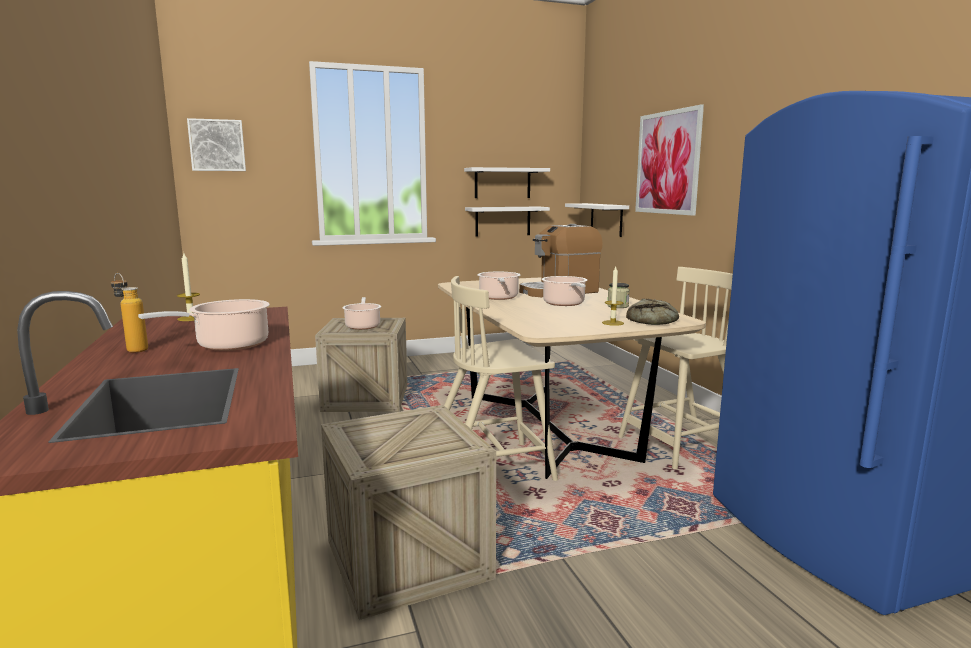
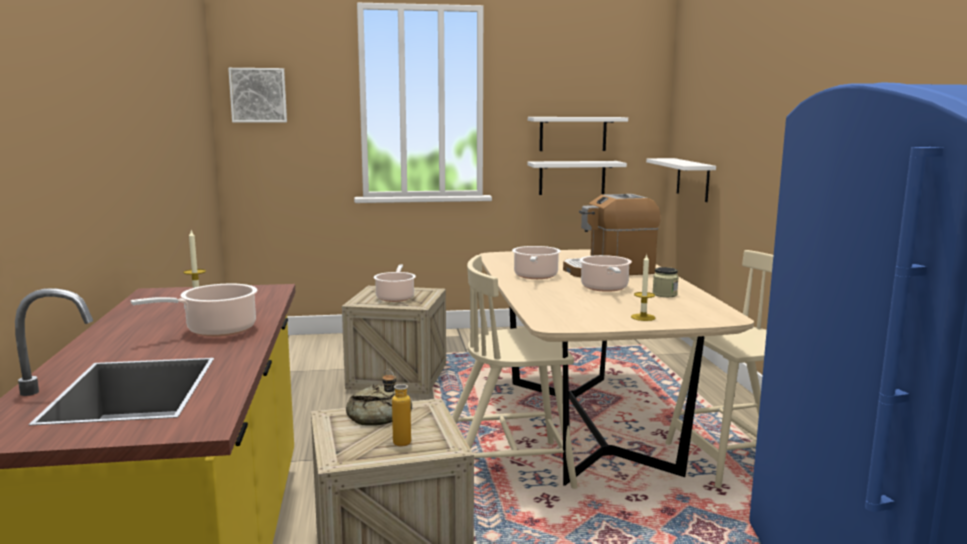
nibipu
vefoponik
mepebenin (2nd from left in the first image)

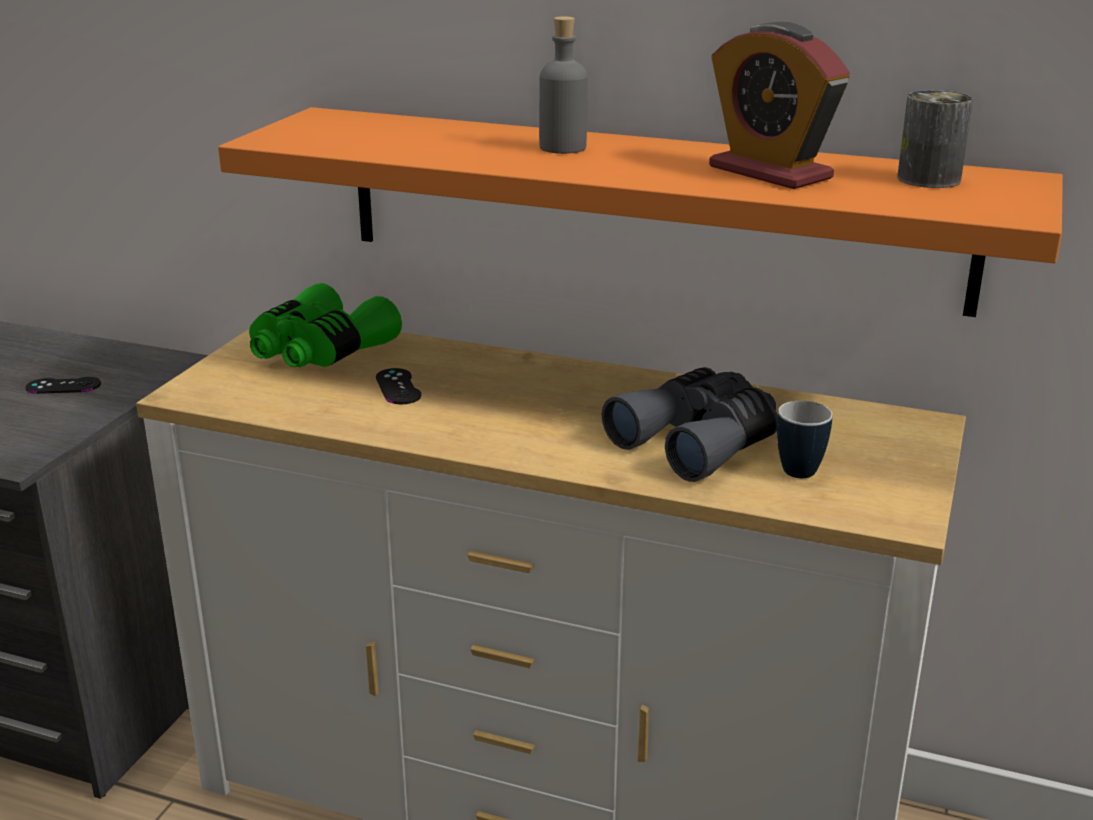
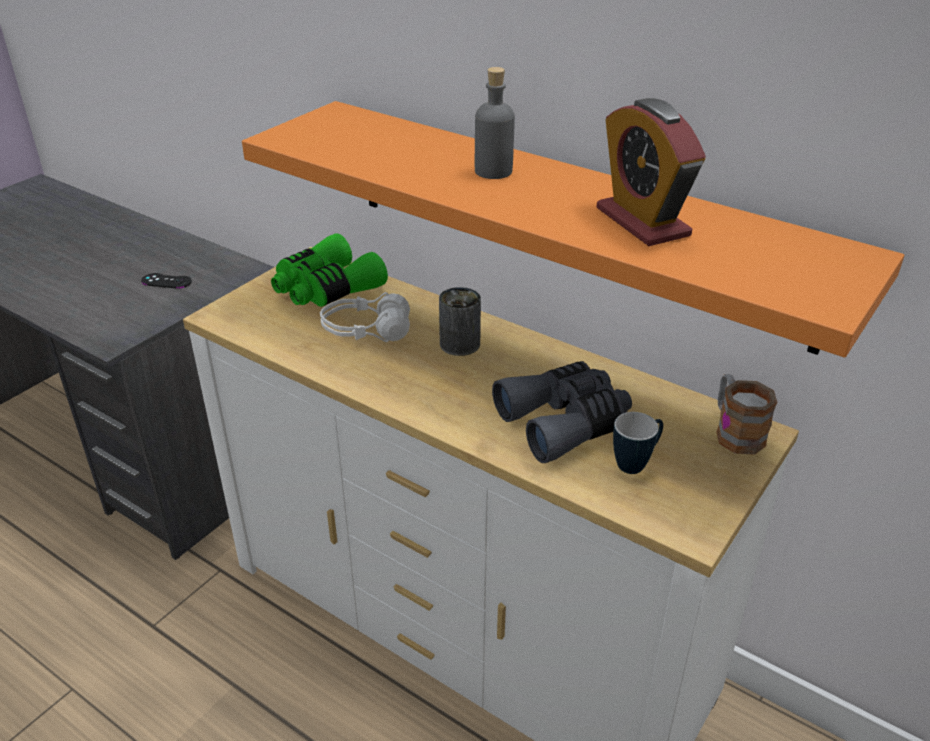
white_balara
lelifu
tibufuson (2nd from left)

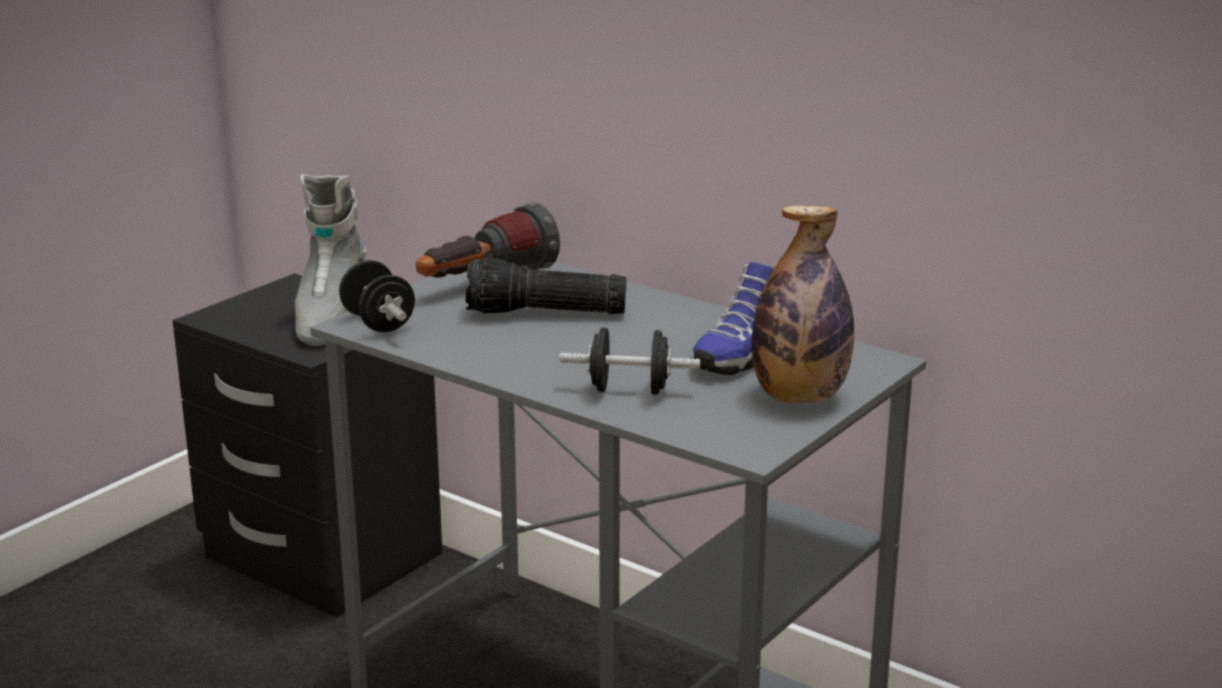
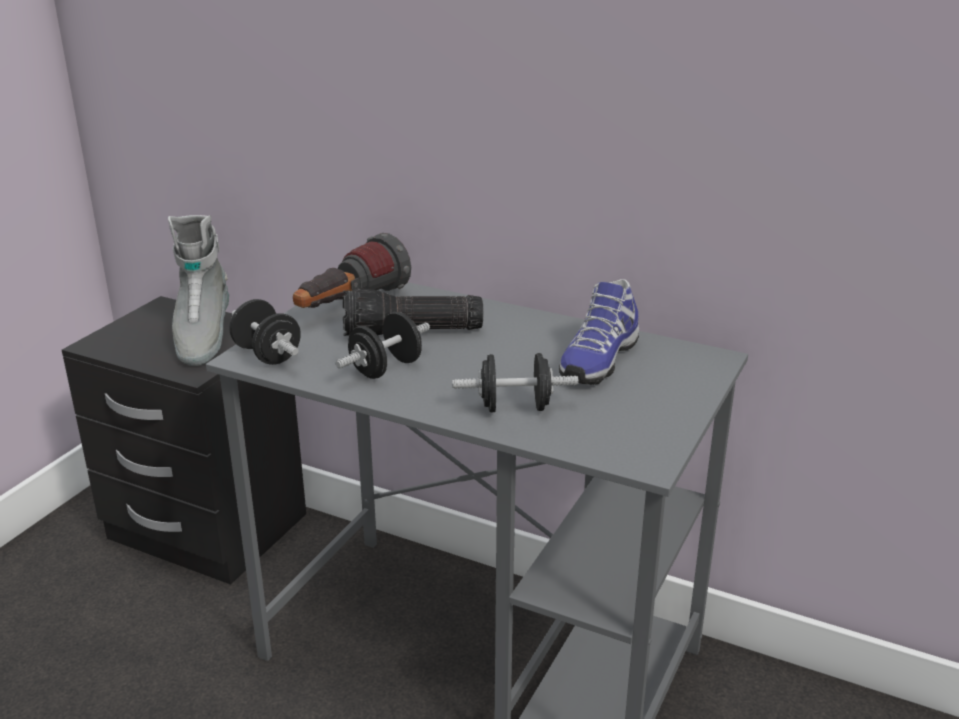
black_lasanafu (2nd from left)
vefoponik

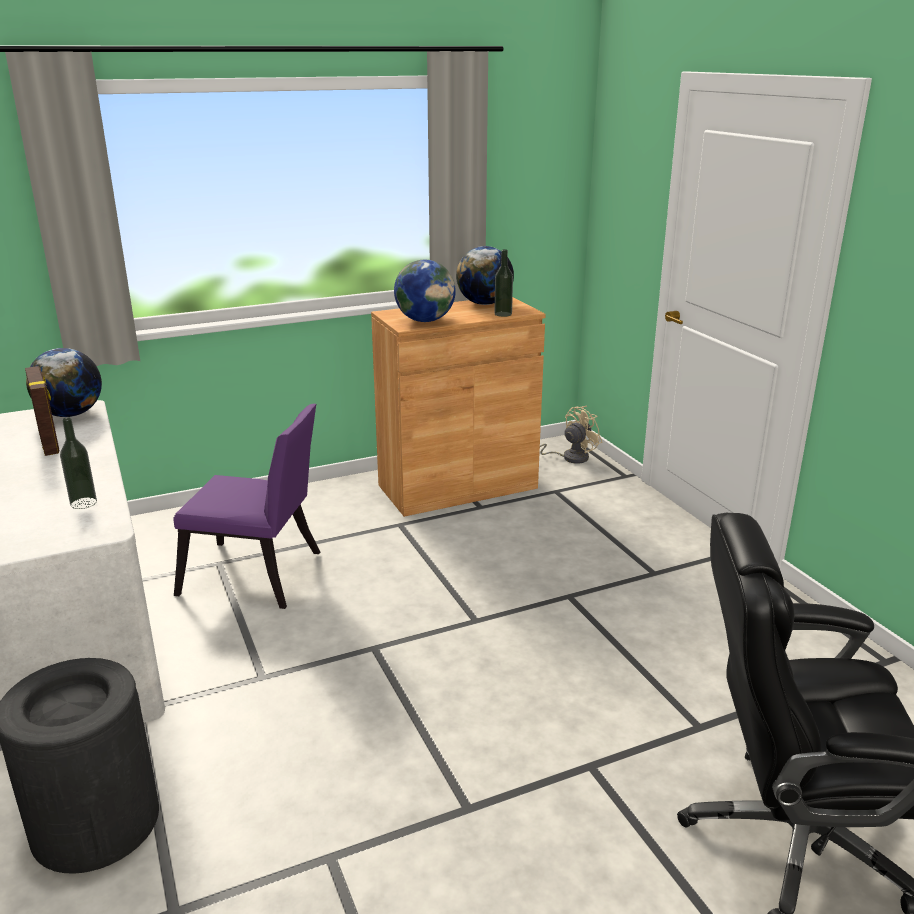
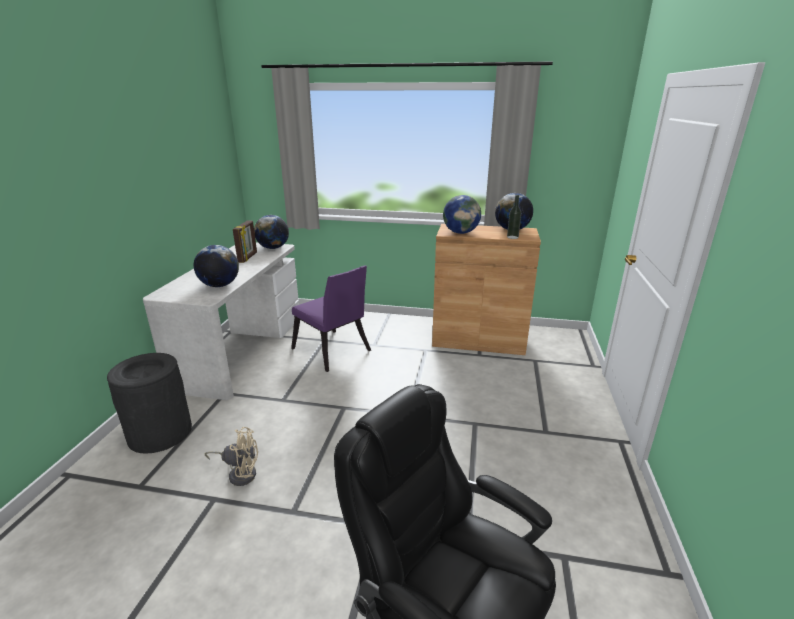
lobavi (1st from left)
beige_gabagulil

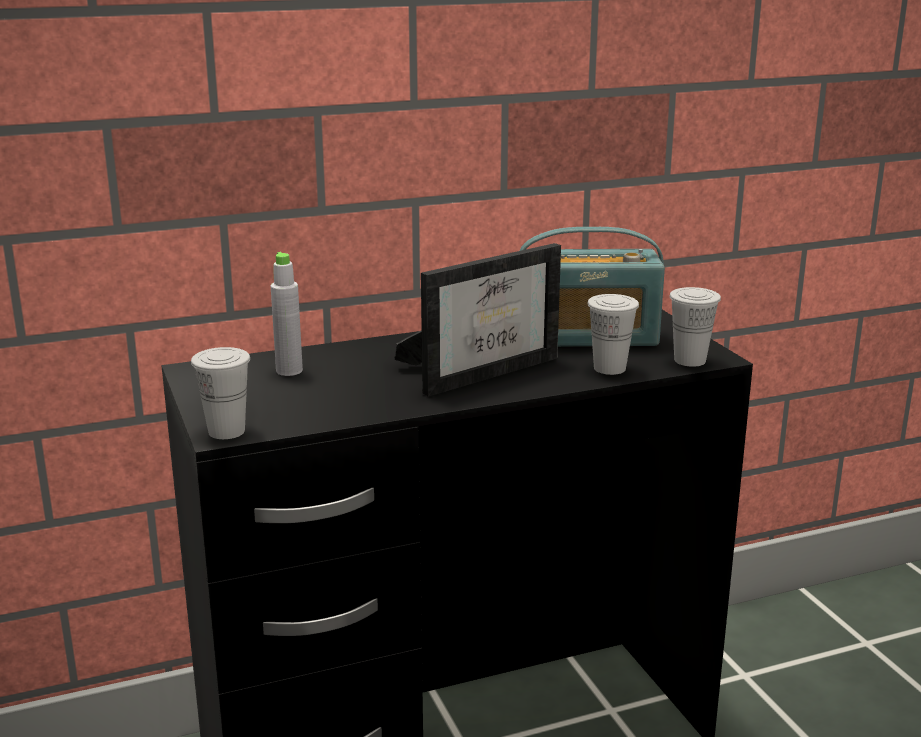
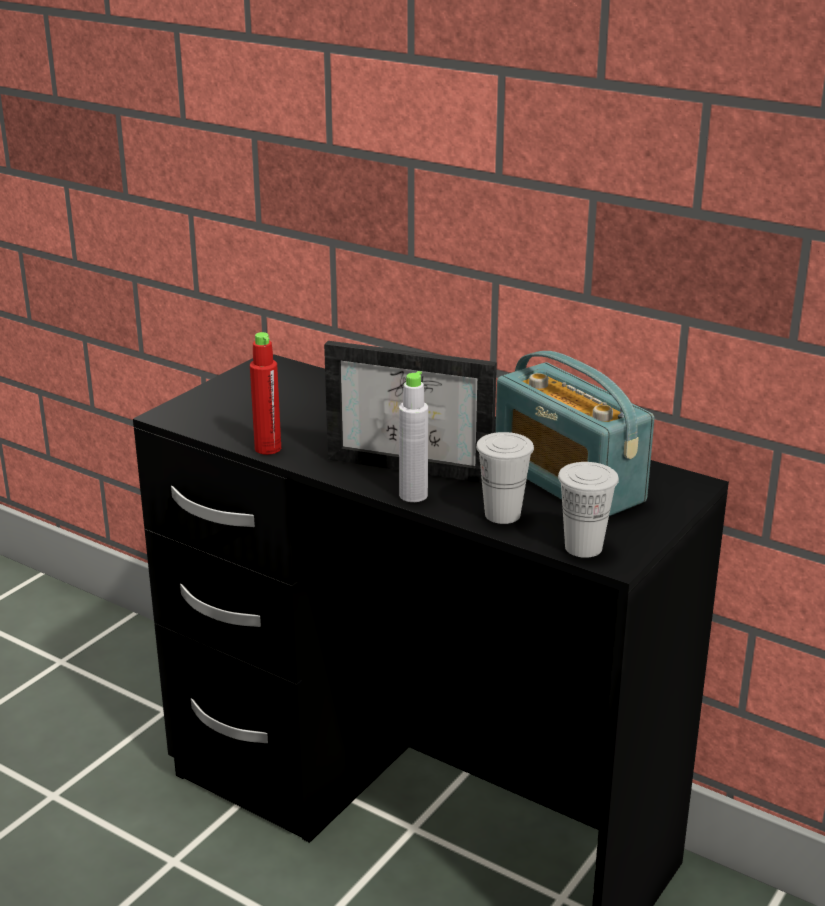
red_vefoponik
grey_vefoponik
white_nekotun (1st from left in the first image)

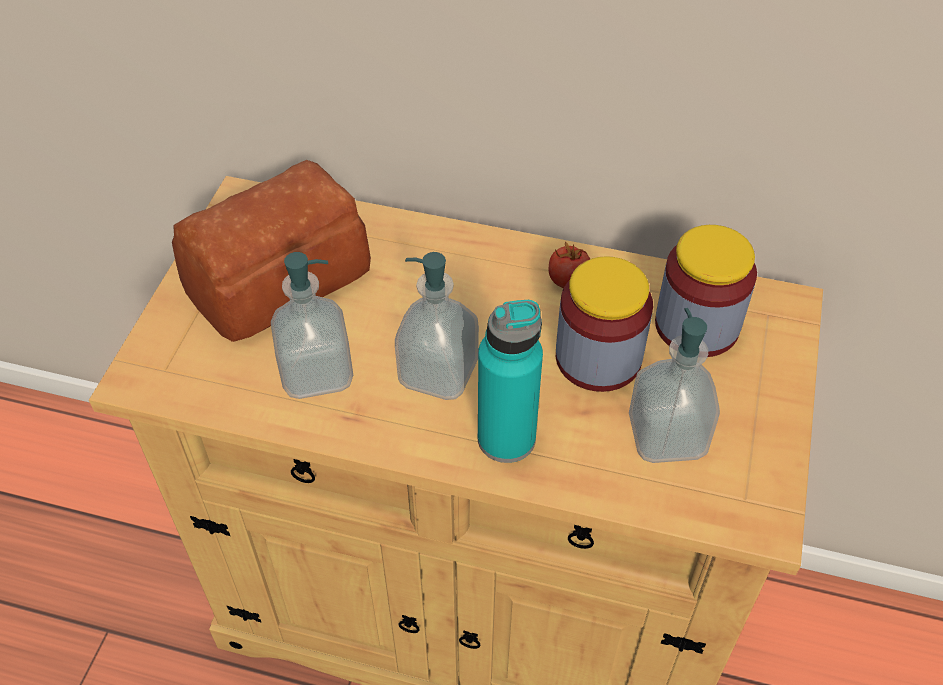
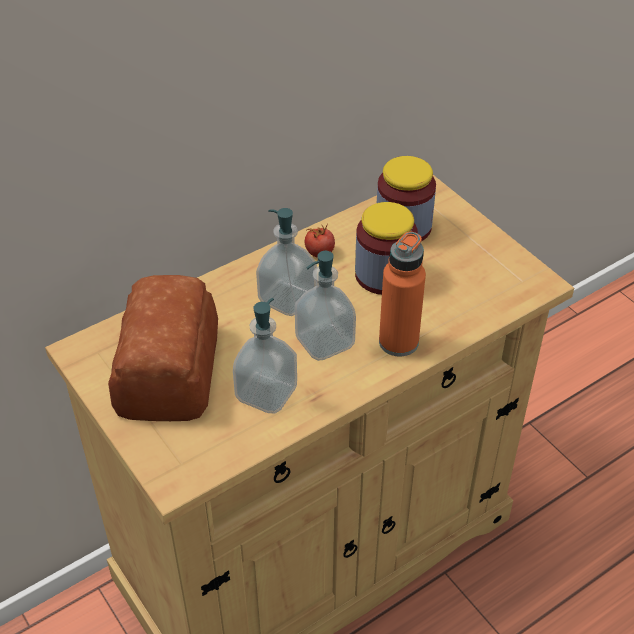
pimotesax (2nd from left)
orange_vefoponik

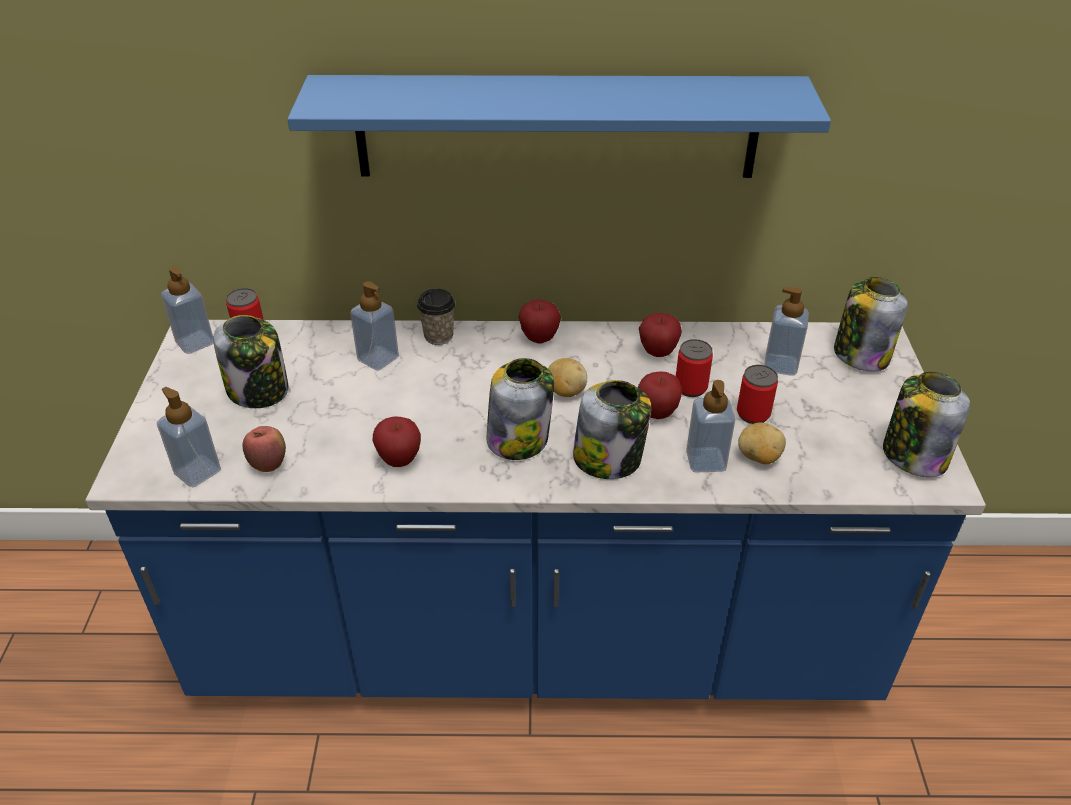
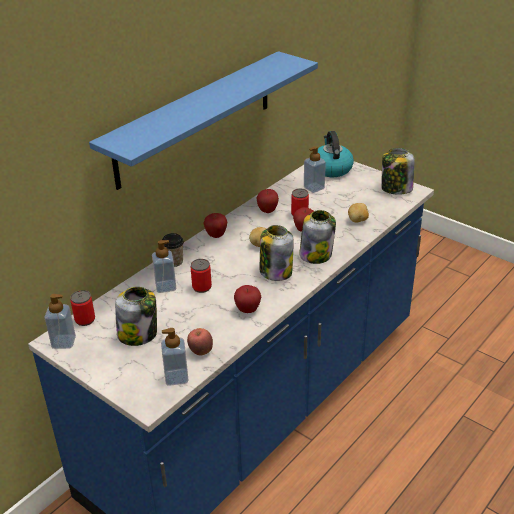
lelifu (2nd from left)
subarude
pimotesax (4th from left in the first image)

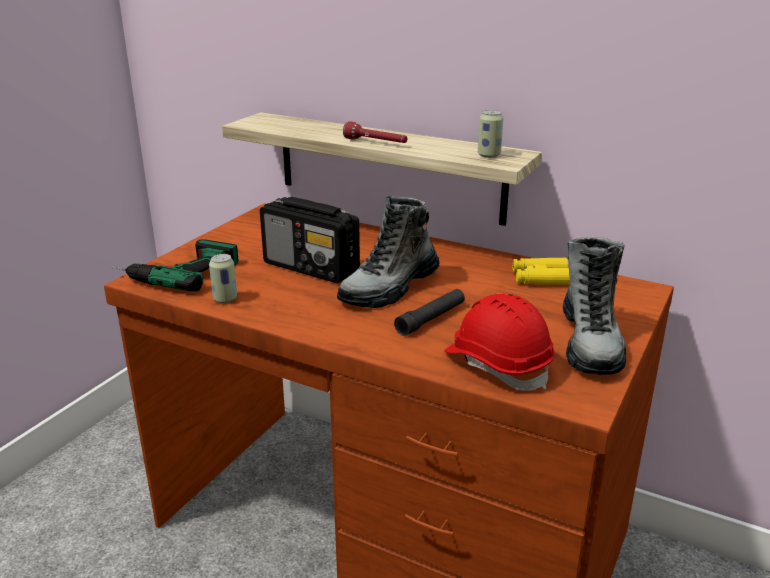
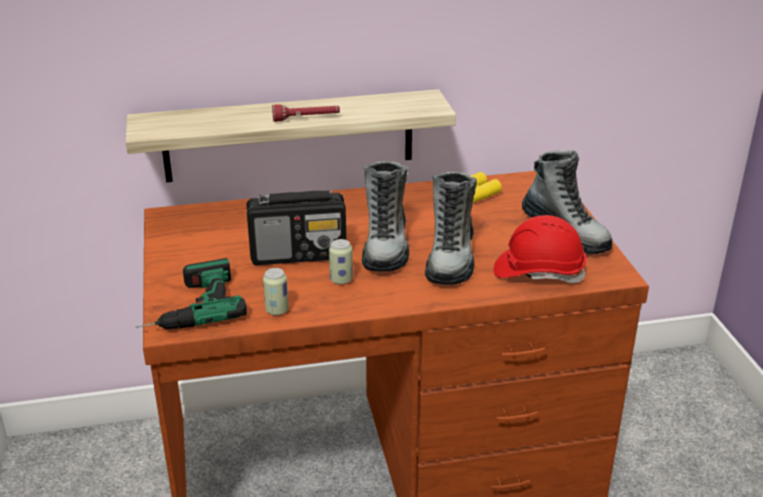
lelifu (2nd from left)
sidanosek (2nd from left)

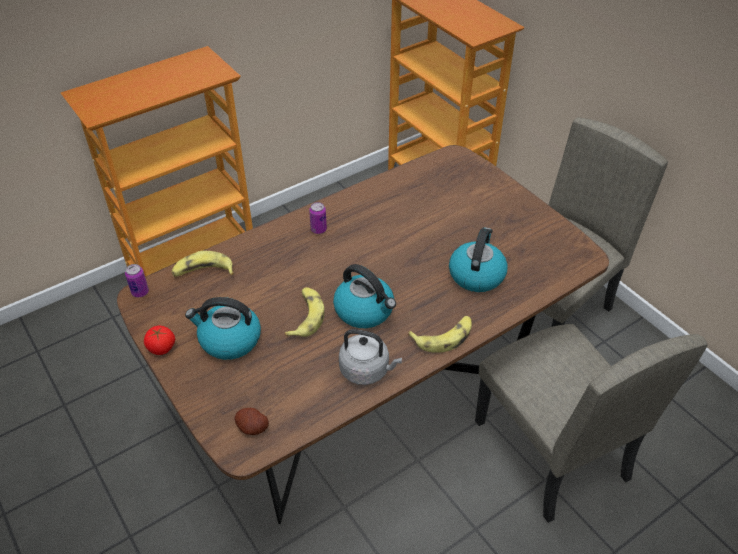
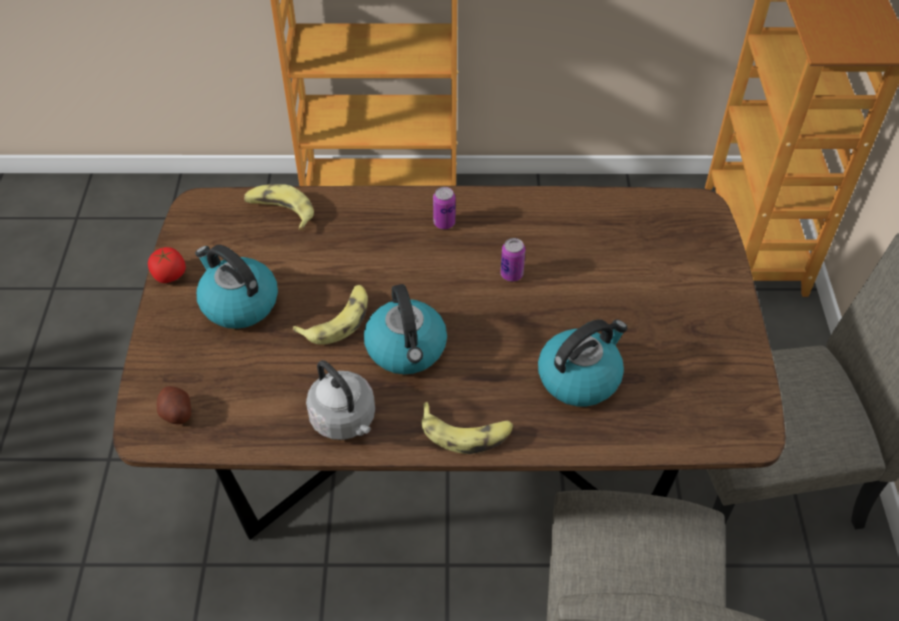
lelifu (2nd from left)

